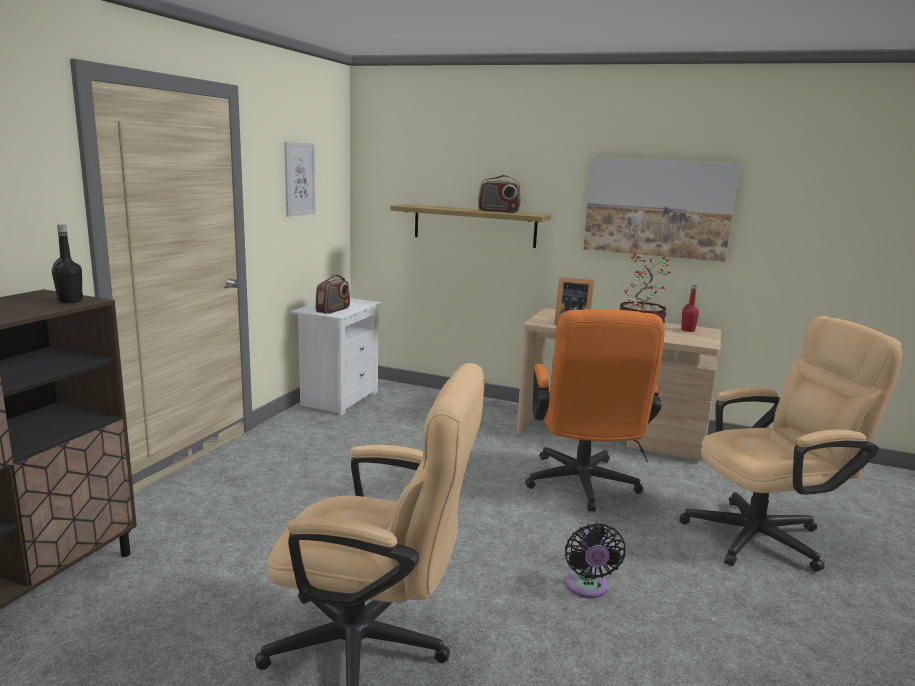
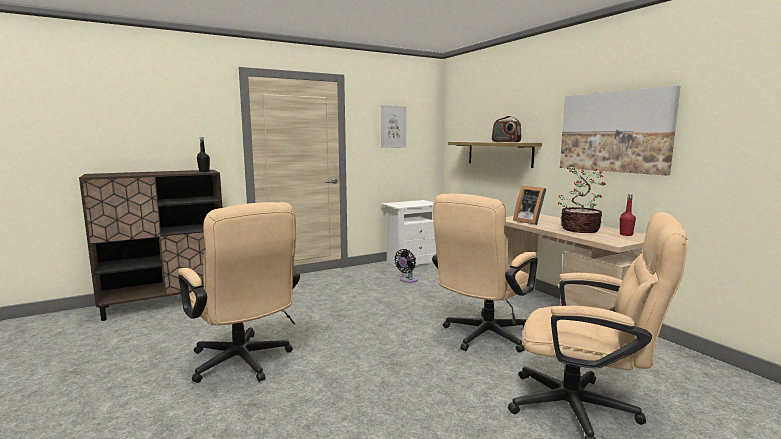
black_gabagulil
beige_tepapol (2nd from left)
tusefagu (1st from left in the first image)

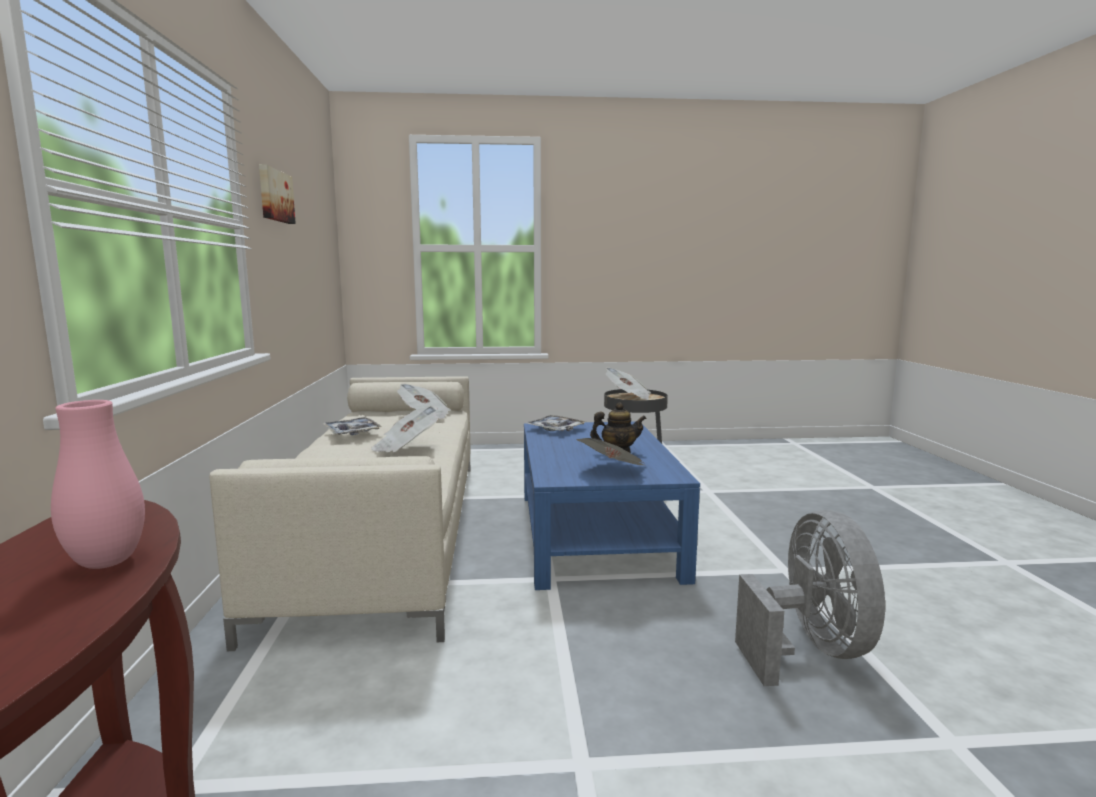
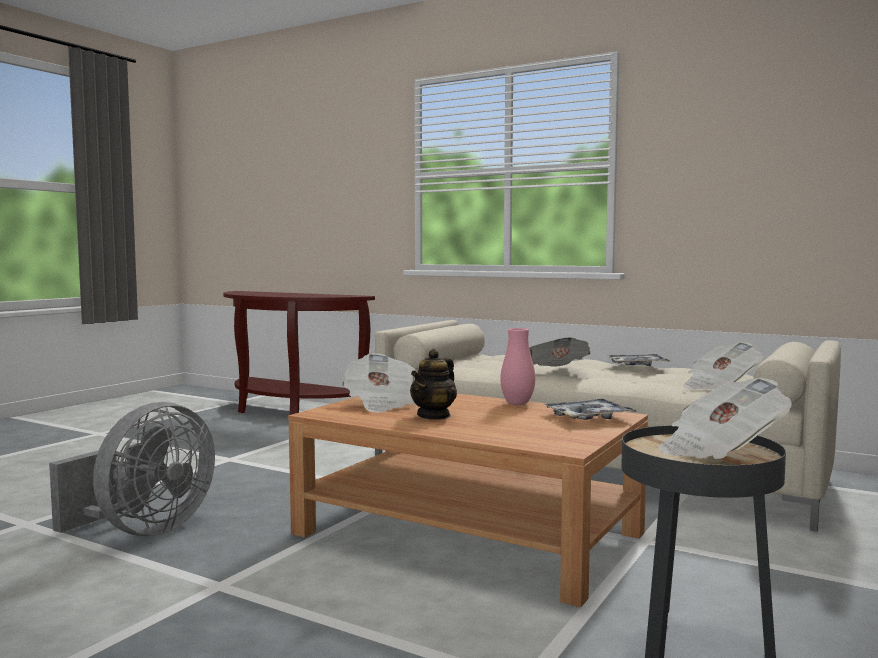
grey_gabagulil
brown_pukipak
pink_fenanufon
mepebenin

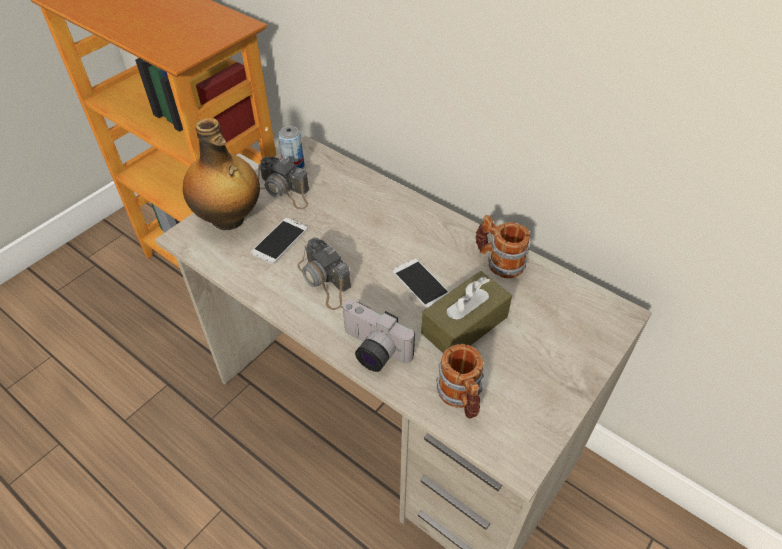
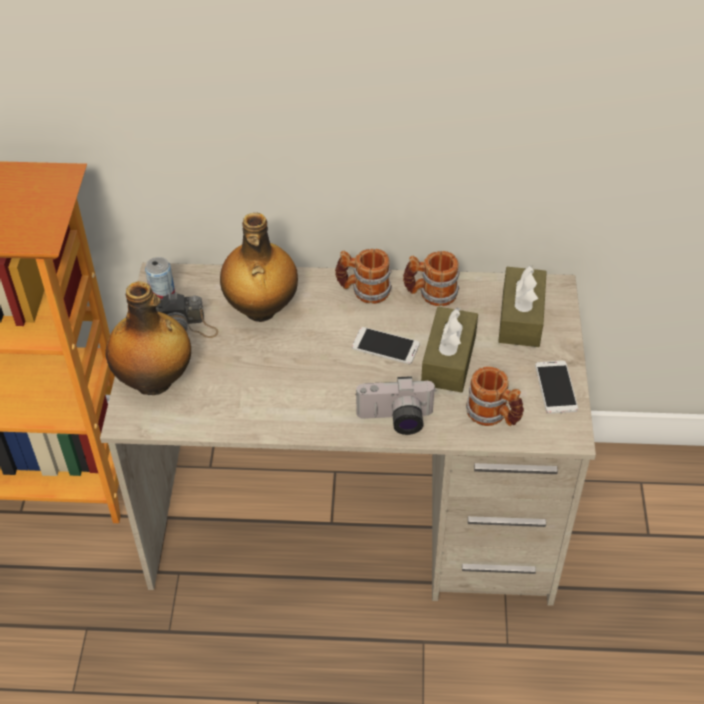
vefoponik (2nd from left)
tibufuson (1st from left)
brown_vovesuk (2nd from left)
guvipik (2nd from left)
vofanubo (2nd from left in the first image)

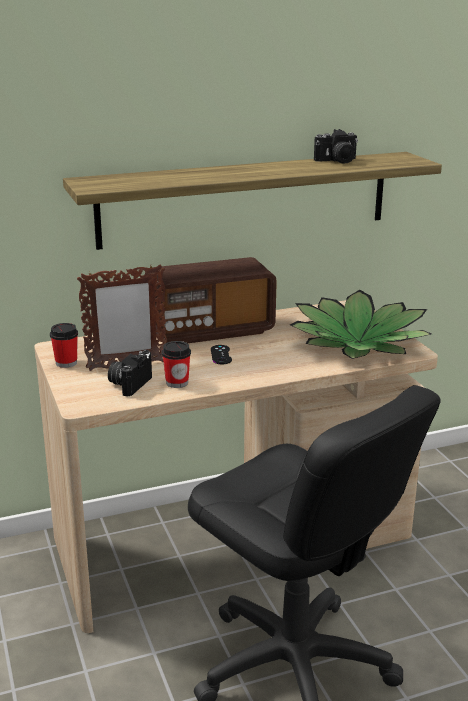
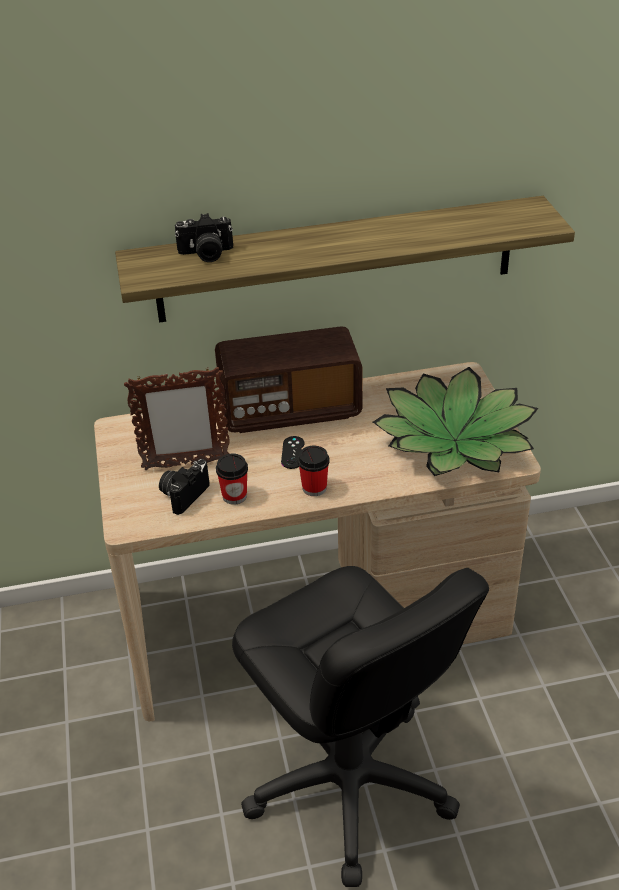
vofanubo (2nd from left)
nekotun (2nd from left)

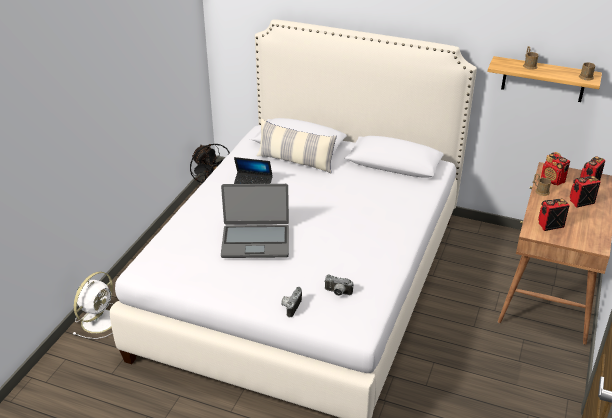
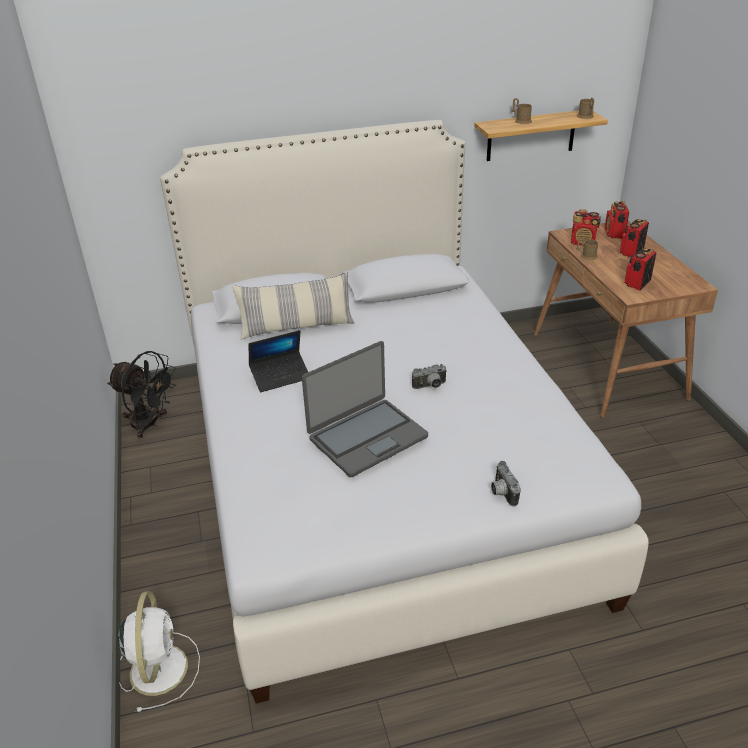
vofanubo (1st from left)

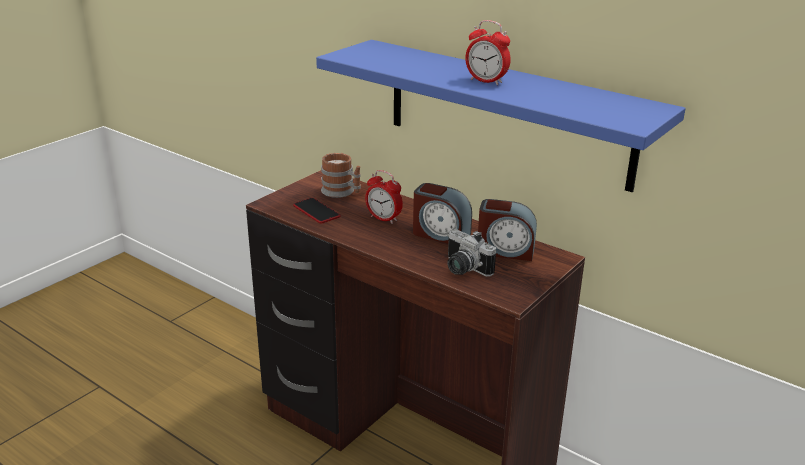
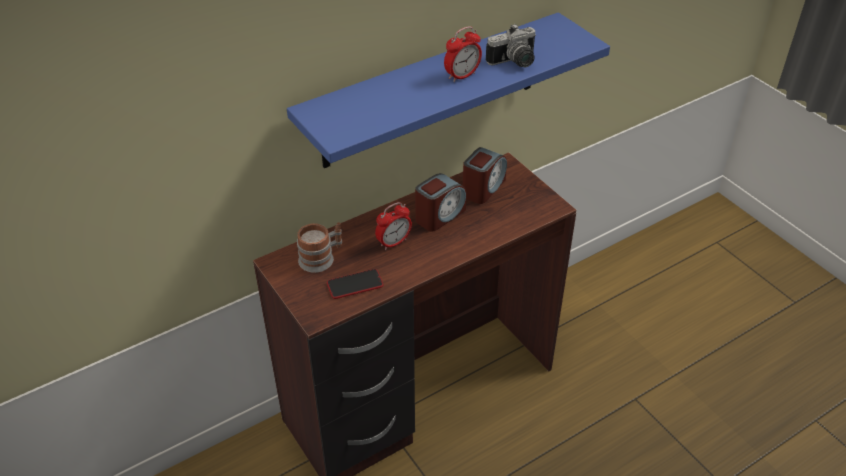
vofanubo

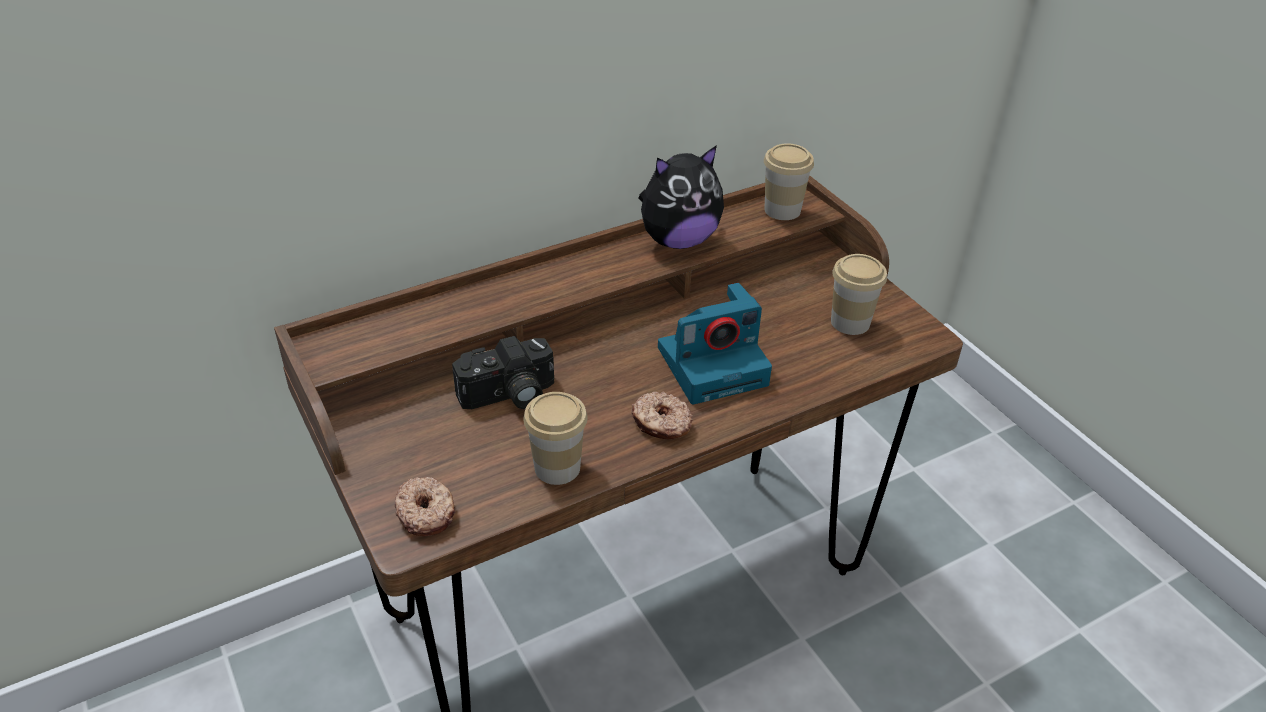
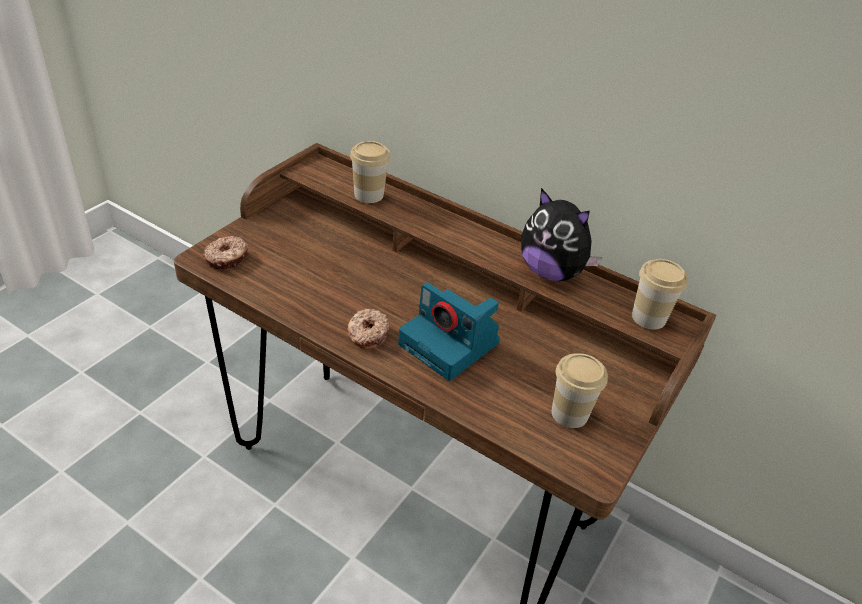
nekotun (1st from left)
vofanubo (1st from left in the first image)

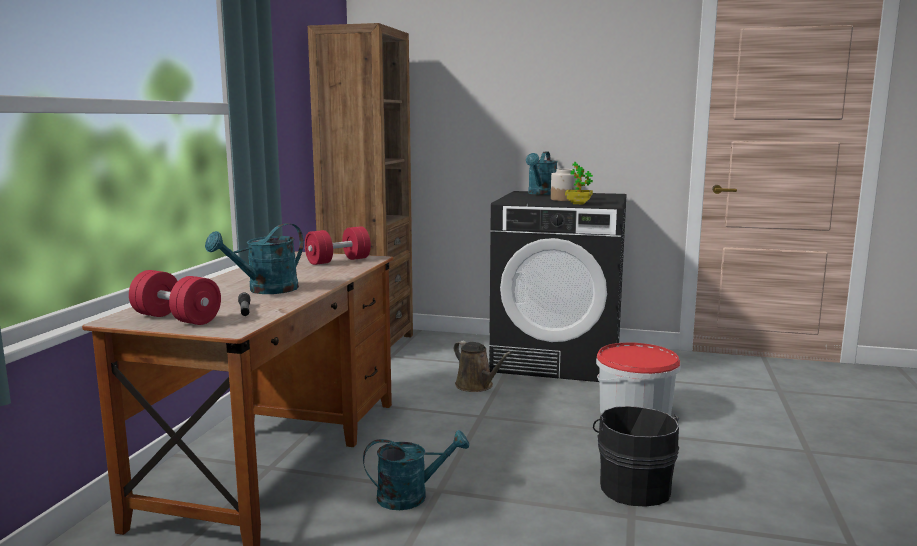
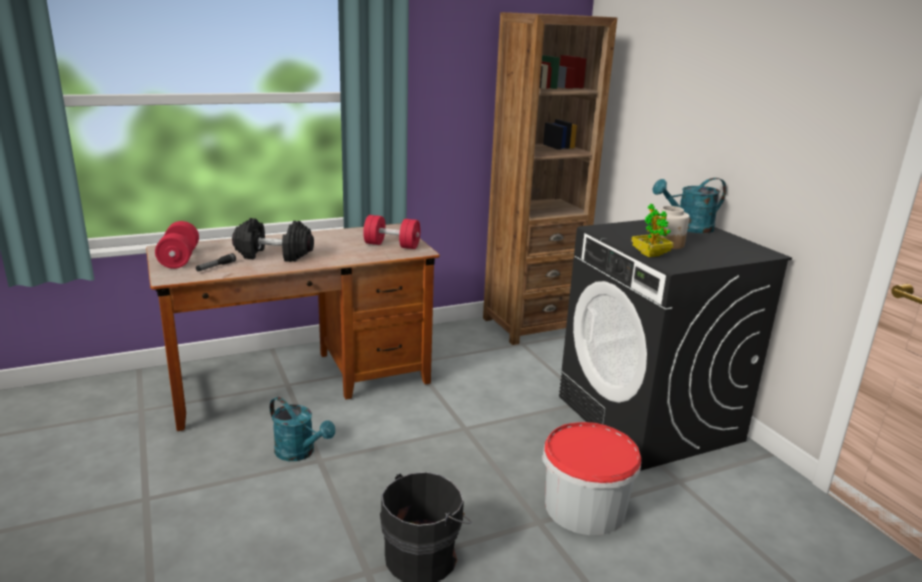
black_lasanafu
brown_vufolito

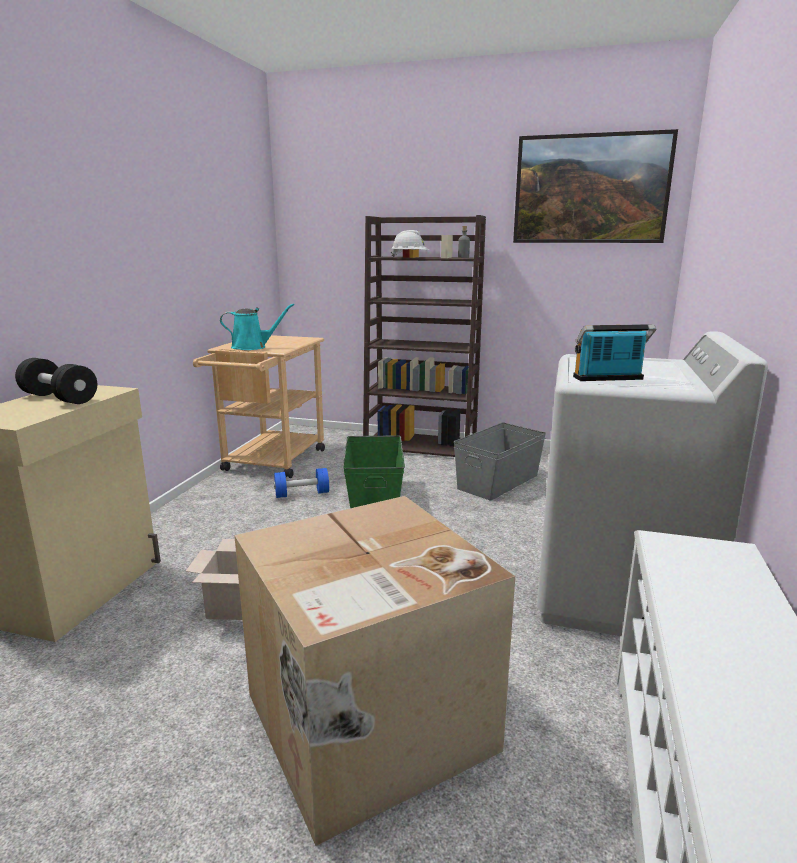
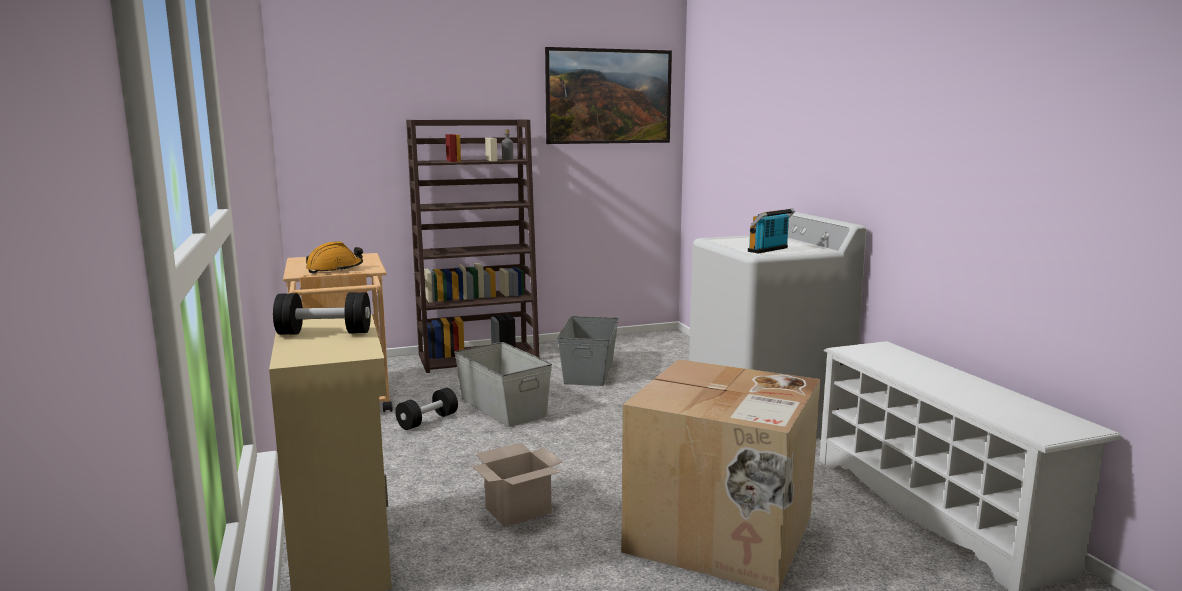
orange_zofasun
black_lasanafu (2nd from left)
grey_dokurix (1st from left)
white_zofasun

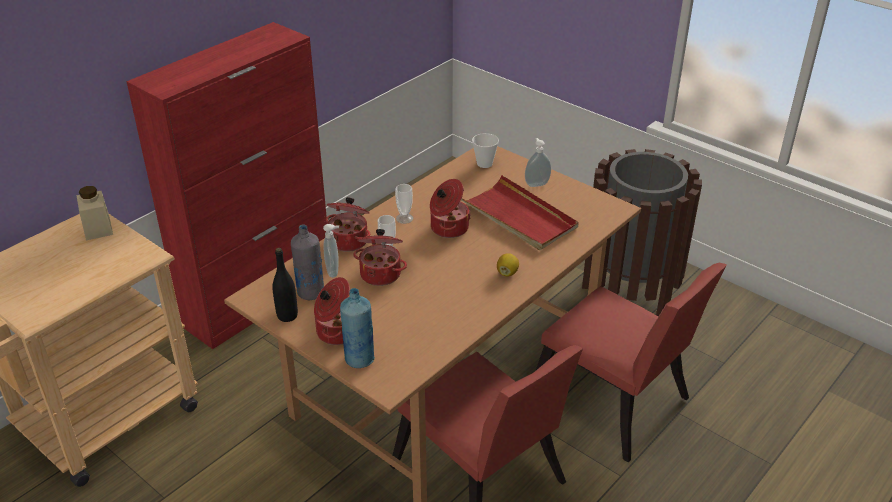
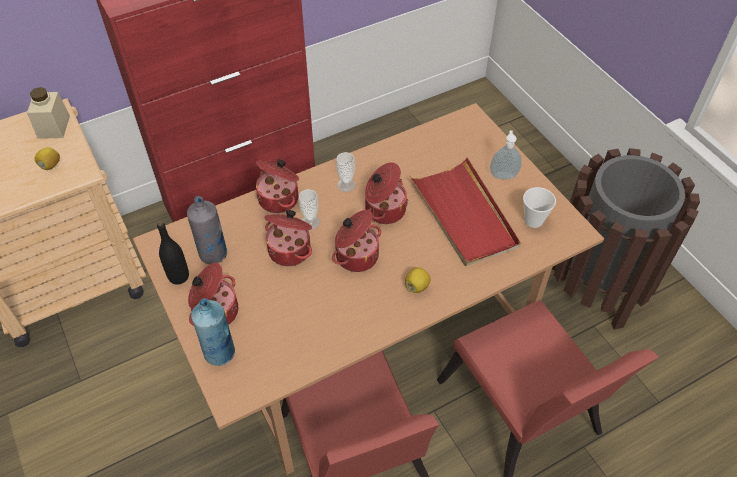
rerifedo (1st from left)
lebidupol (4th from left)
nekotun (3rd from left)
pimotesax (1st from left in the first image)

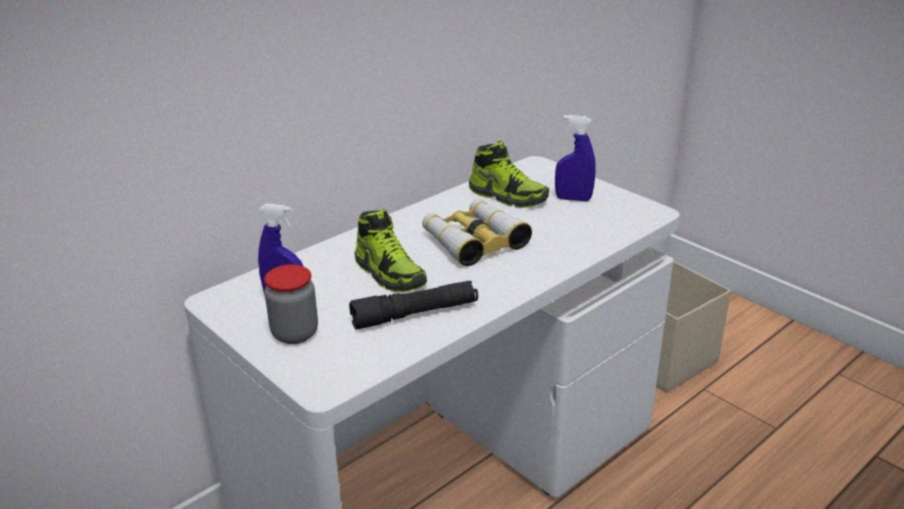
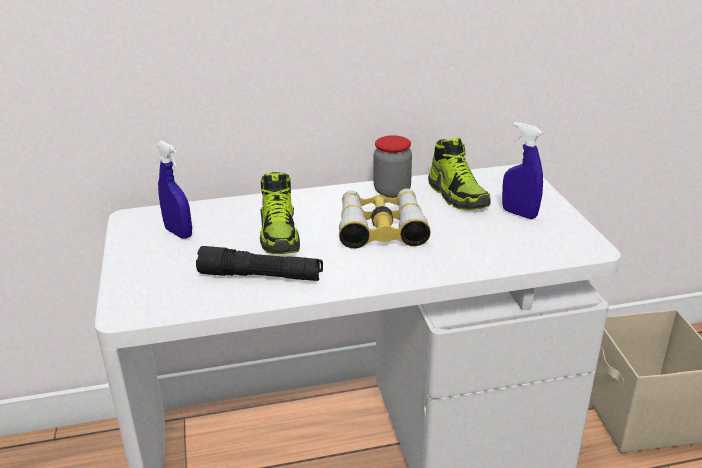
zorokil

